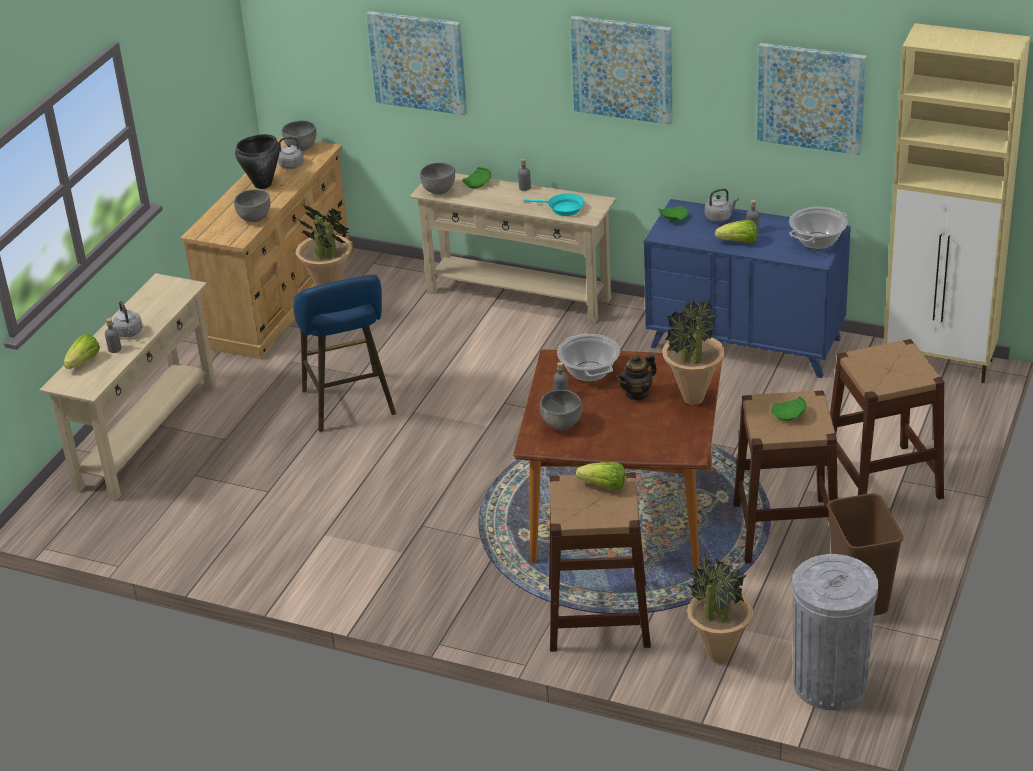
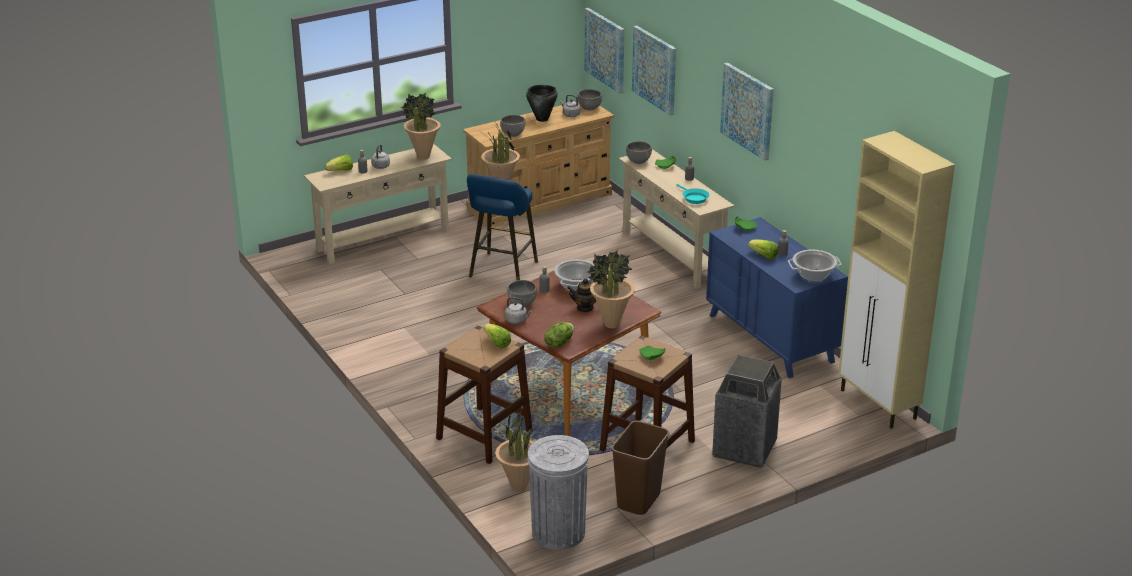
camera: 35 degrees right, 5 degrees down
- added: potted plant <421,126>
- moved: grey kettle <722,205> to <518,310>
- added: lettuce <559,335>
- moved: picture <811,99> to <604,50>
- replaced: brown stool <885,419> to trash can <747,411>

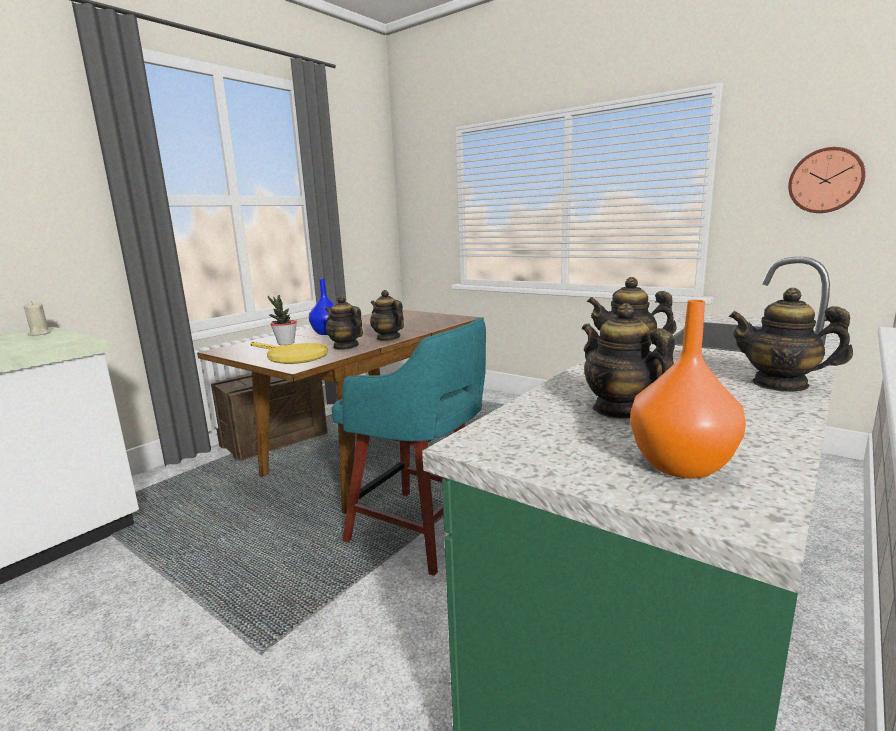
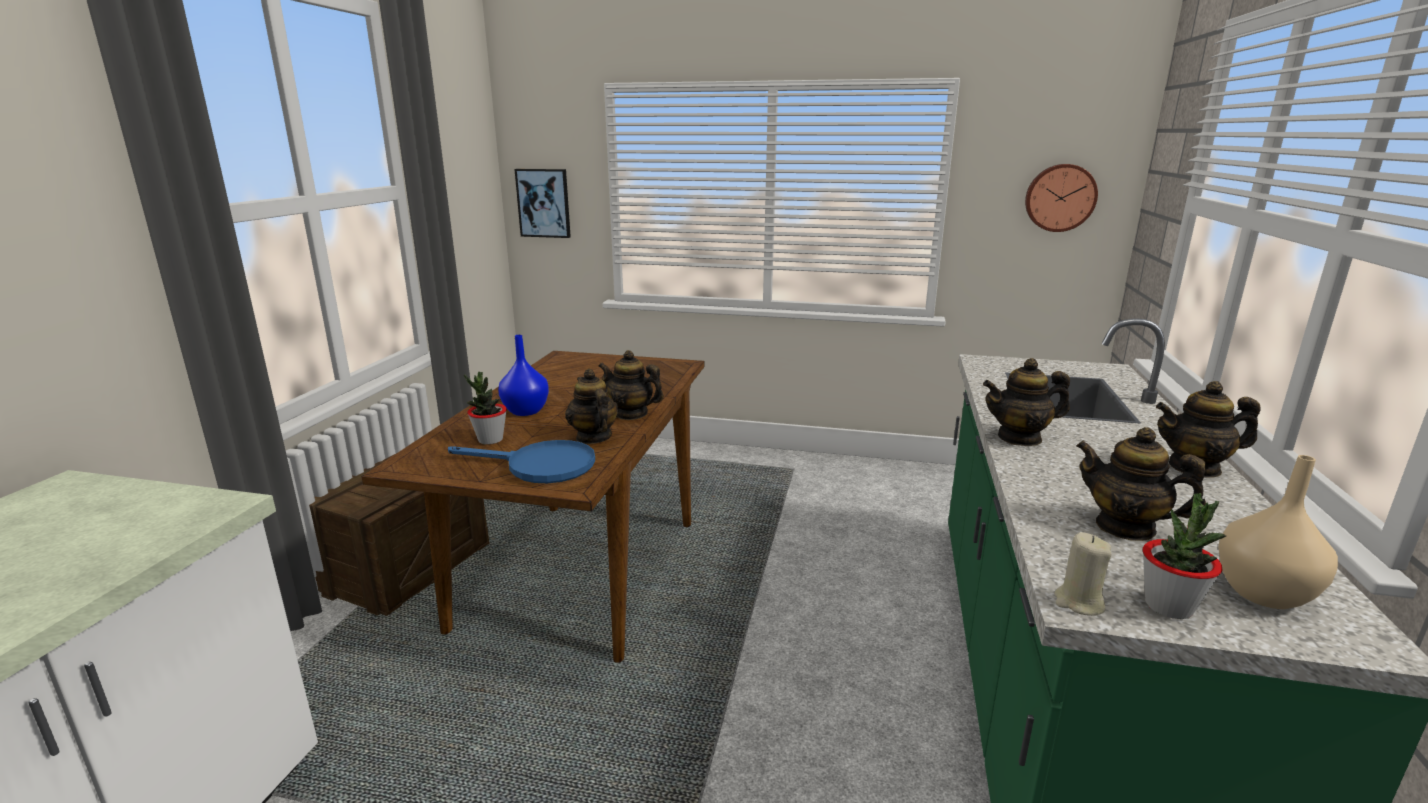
camera: 25 degrees left, 5 degrees up
- recoloured: yellow frying pan <289,353> to blue frying pan <521,461>
- added: picture <542,203>
- turned: teapot <344,323> = <591,406> 45 degrees clockwise
- moved: beige candle <37,318> to <1082,574>
- added: potted plant <1184,556>
- recoloured: orange vase <688,389> to beige vase <1278,532>
- removed: turquoise stool <408,447>

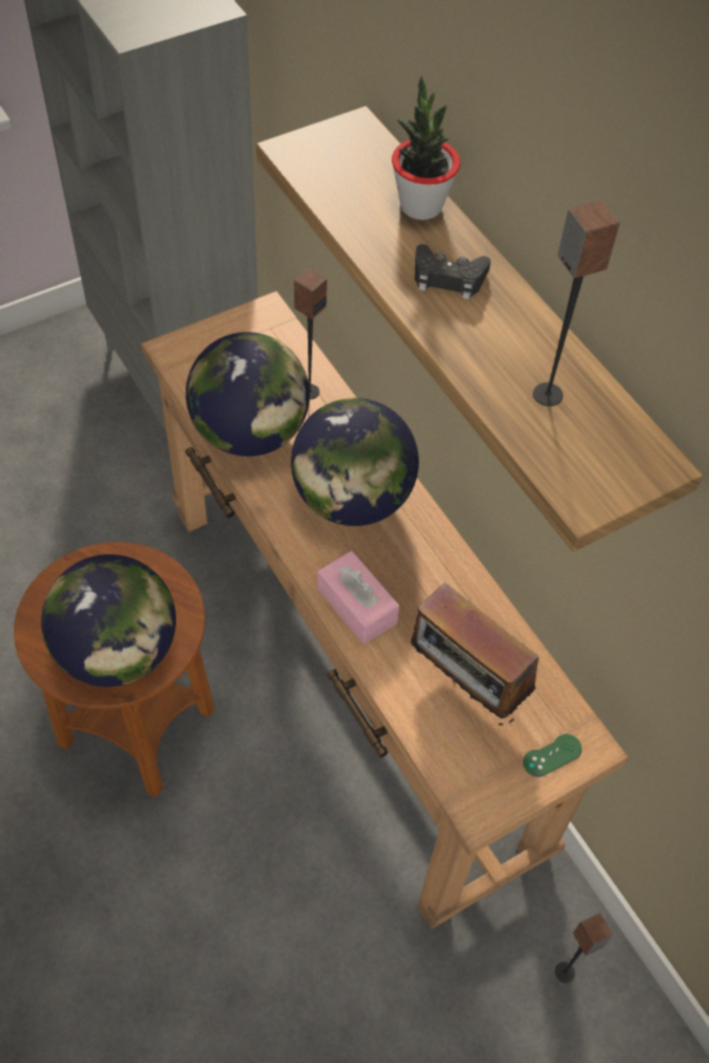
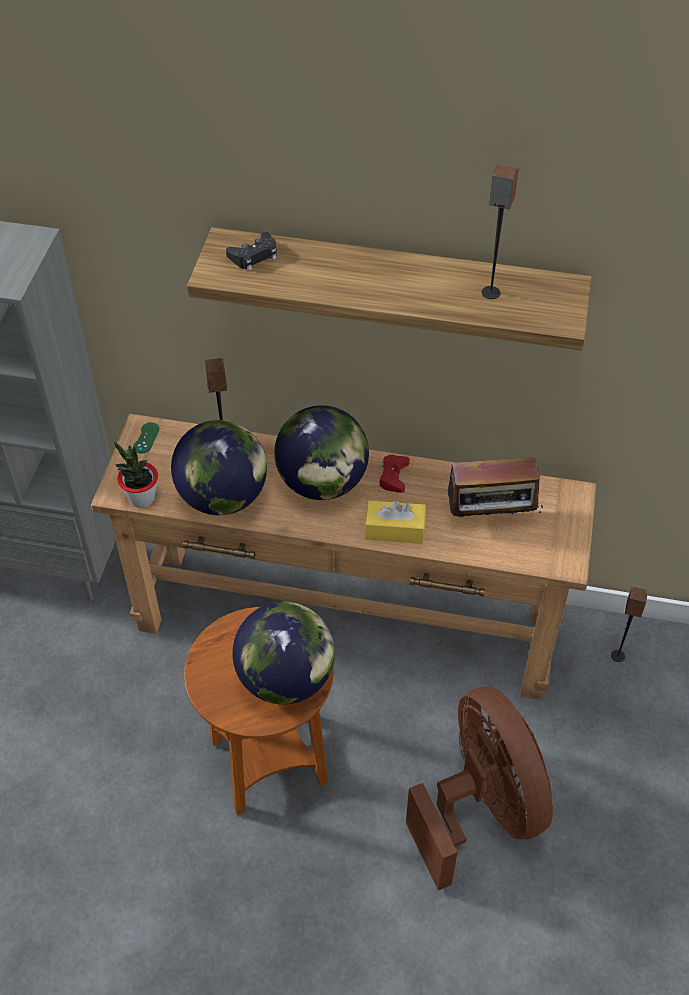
camera: 45 degrees left, 5 degrees down
- moved: potted plant <426,148> to <136,475>
- moved: green game controller <552,755> to <146,438>
- moved: black game controller <453,272> to <251,251>
- recoloured: pink tissue box <358,597> to yellow tissue box <395,522>
- added: red game controller <394,474>
- added: brown fan <479,788>

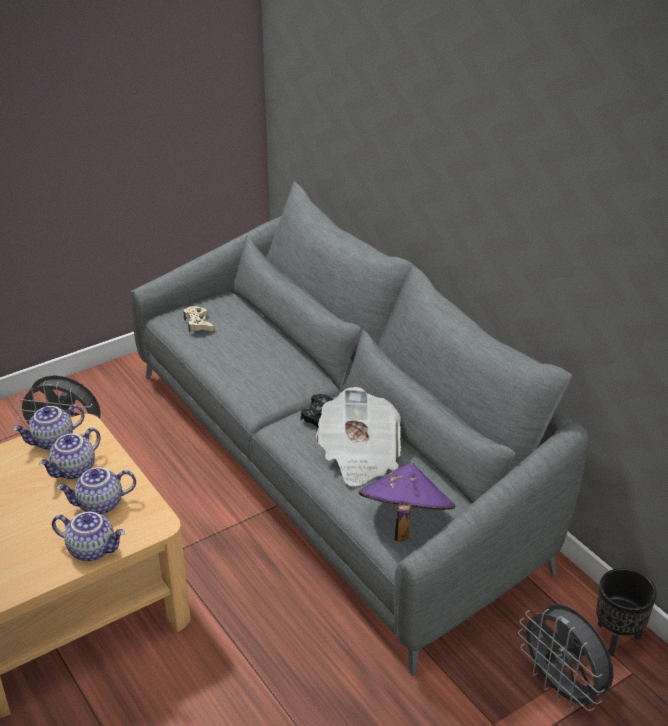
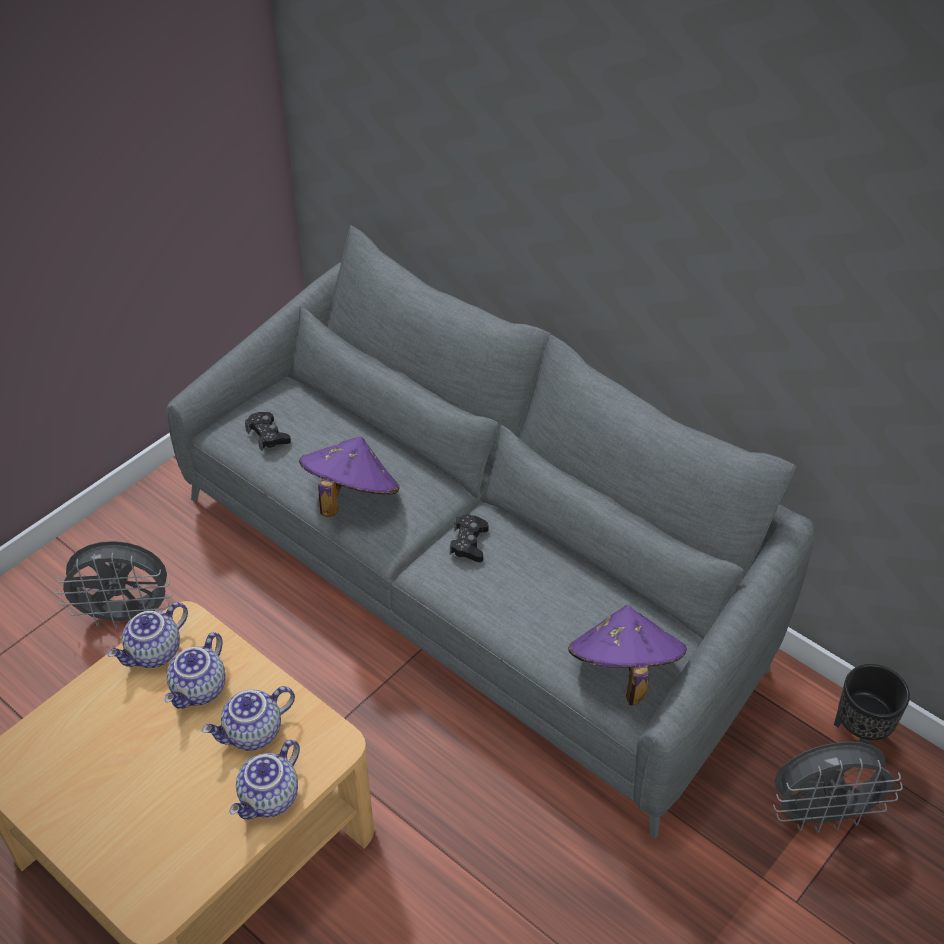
camera: 15 degrees left, 10 degrees up
- turned: teapot <88,536> = <264,780> 120 degrees clockwise
- recoloured: beige game controller <198,319> to black game controller <268,431>
- added: purple hat <349,476>
- turned: grey fan <566,657> = <838,787> 45 degrees counterclockwise
- removed: newspaper <358,437>

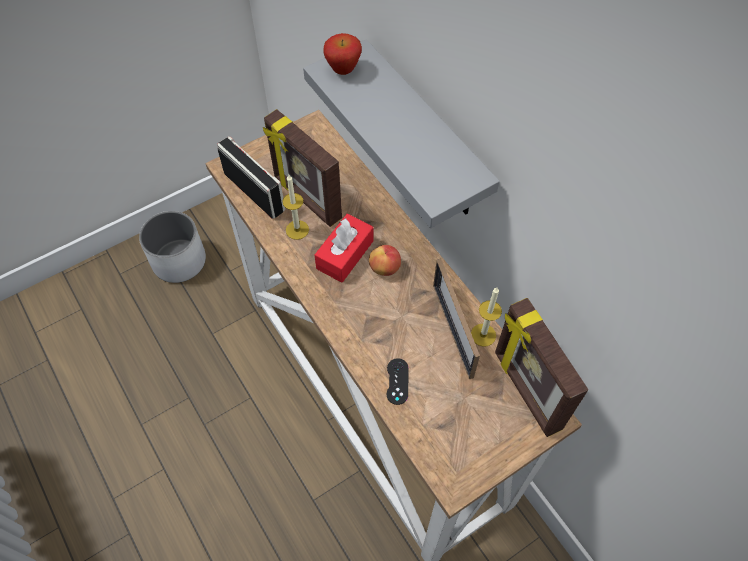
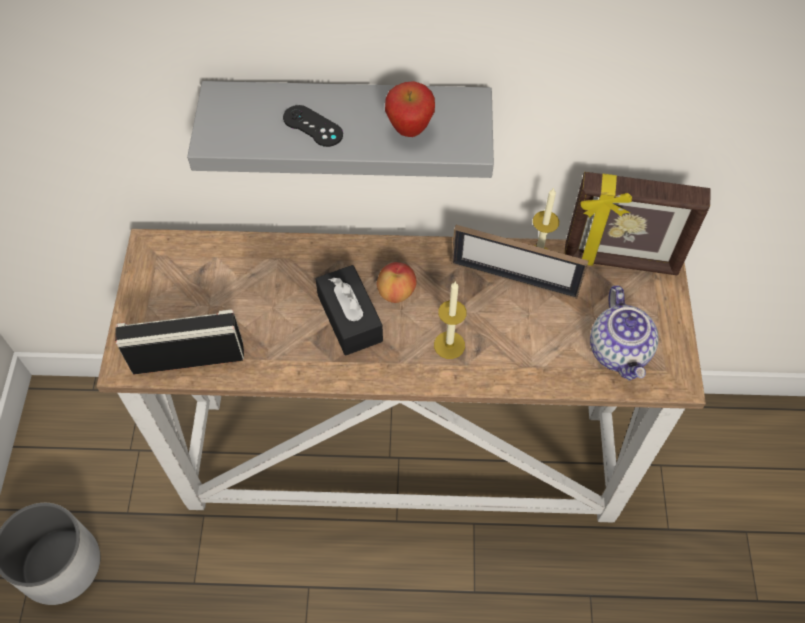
camera: 55 degrees left, 0 degrees up
- moved: black game controller <398,381> to <313,126>
- recoloured: red tissue box <344,248> to black tissue box <349,310>
- moved: apple <342,54> to <410,109>
- moved: candle <295,207> to <450,320>
- added: teapot <624,333>
- removed: picture frame <302,168>

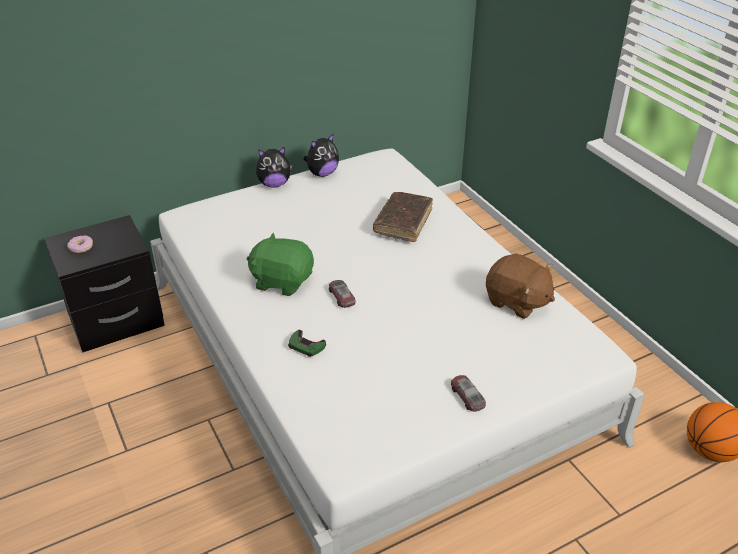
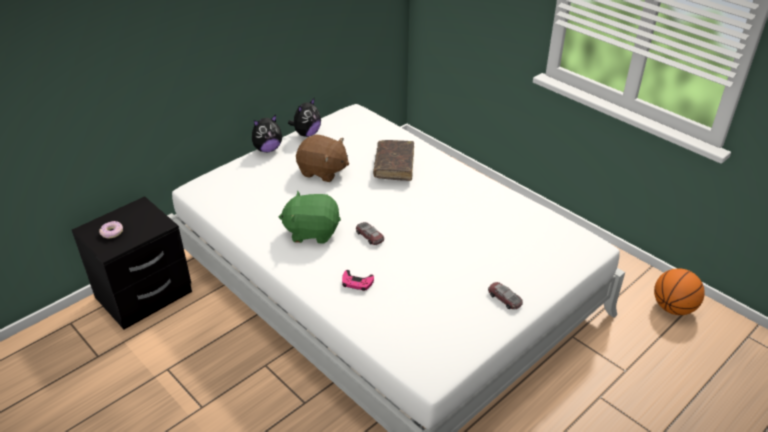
camera: 15 degrees left, 0 degrees up
- moved: brown plush toy <520,286> to <322,158>
- recoloured: green game controller <307,343> to pink game controller <358,280>

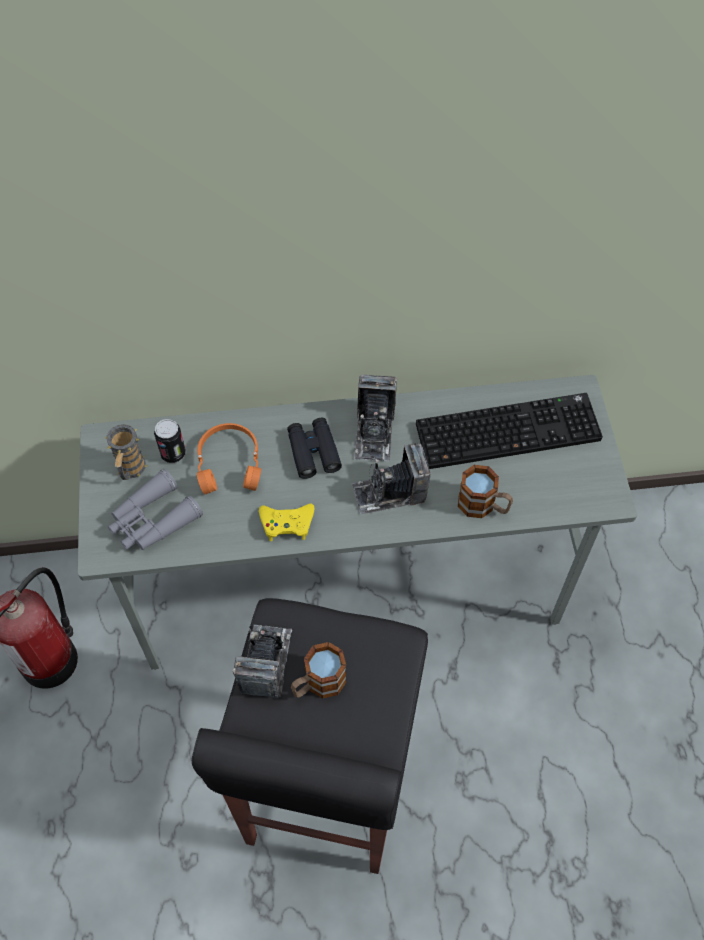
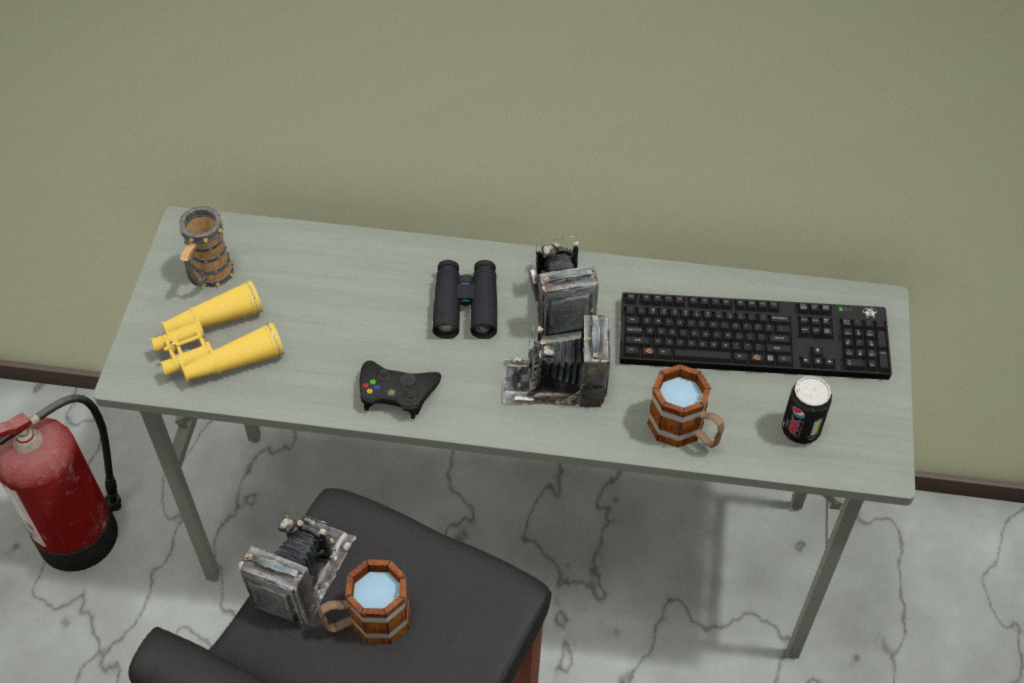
camera: 15 degrees right, 5 degrees down
- recoloured: grey binoculars <155,509> to yellow binoculars <217,331>
- recoloured: yellow game controller <286,522> to black game controller <400,389>
- turned: photo camera <375,418> = <562,286> 150 degrees clockwise
- moved: can <170,441> to <807,410>
- removed: orange headphones <229,459>

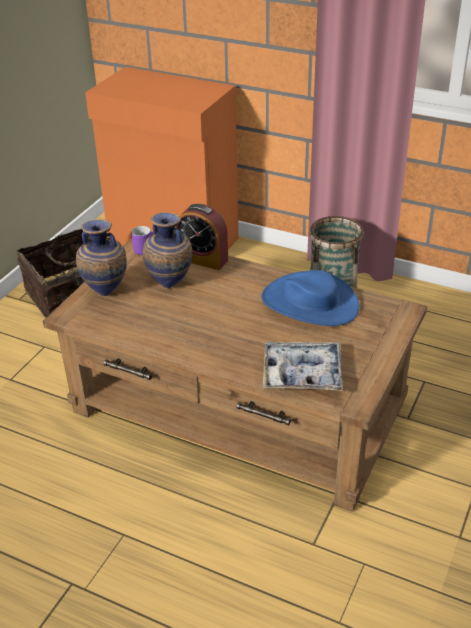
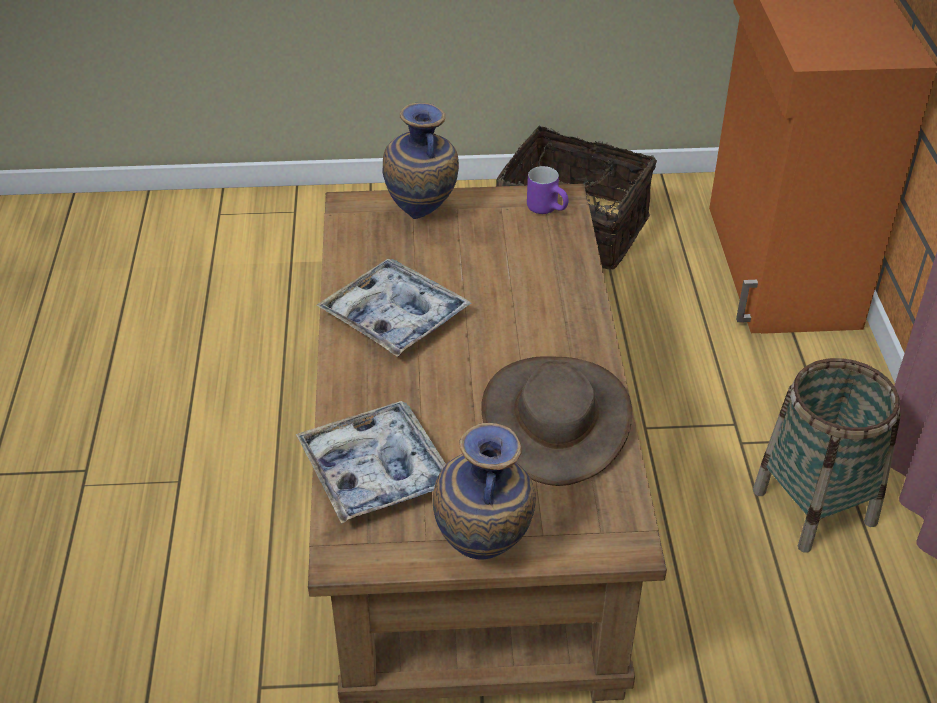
camera: 60 degrees right, 5 degrees up
- added: tray <394,308>
- moved: vase <167,250> to <484,491>
- recoloured: blue hat <310,298> to brown hat <556,421>
- removed: alarm clock <201,237>

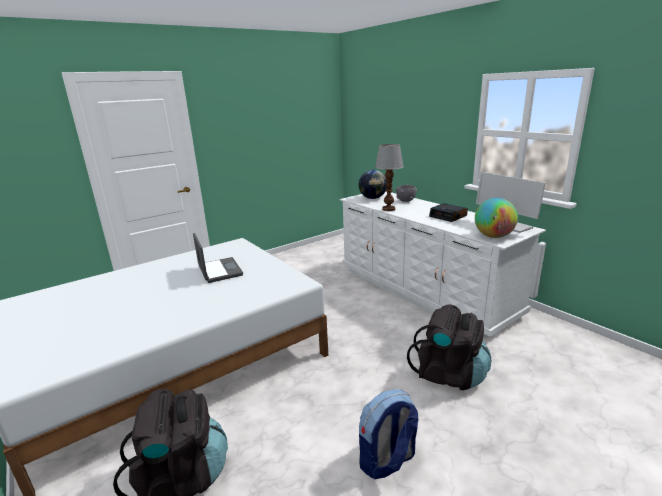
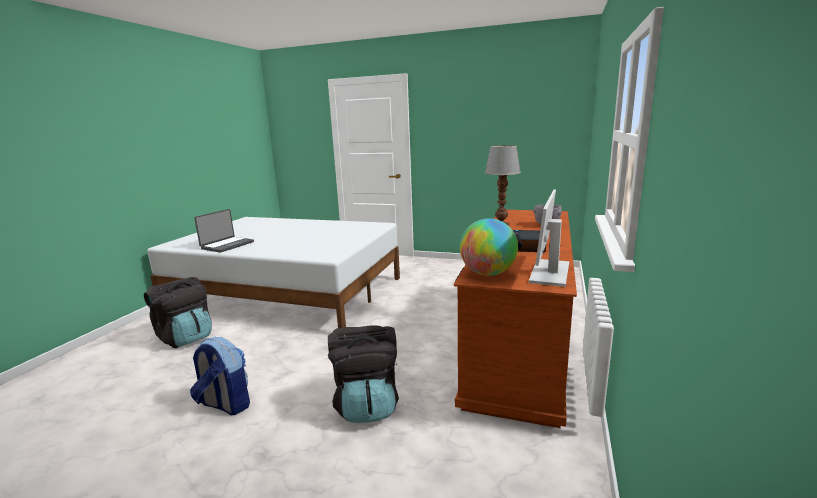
camera: 55 degrees right, 5 degrees down
- moved: laptop <218,258> to <224,231>
- recoloured: white dresser <443,265> to brown dresser <515,319>
- removed: globe <373,184>

